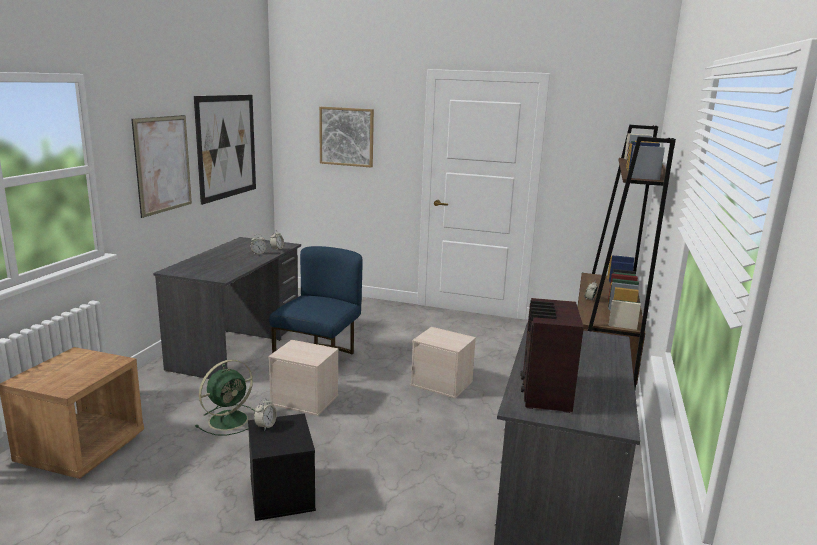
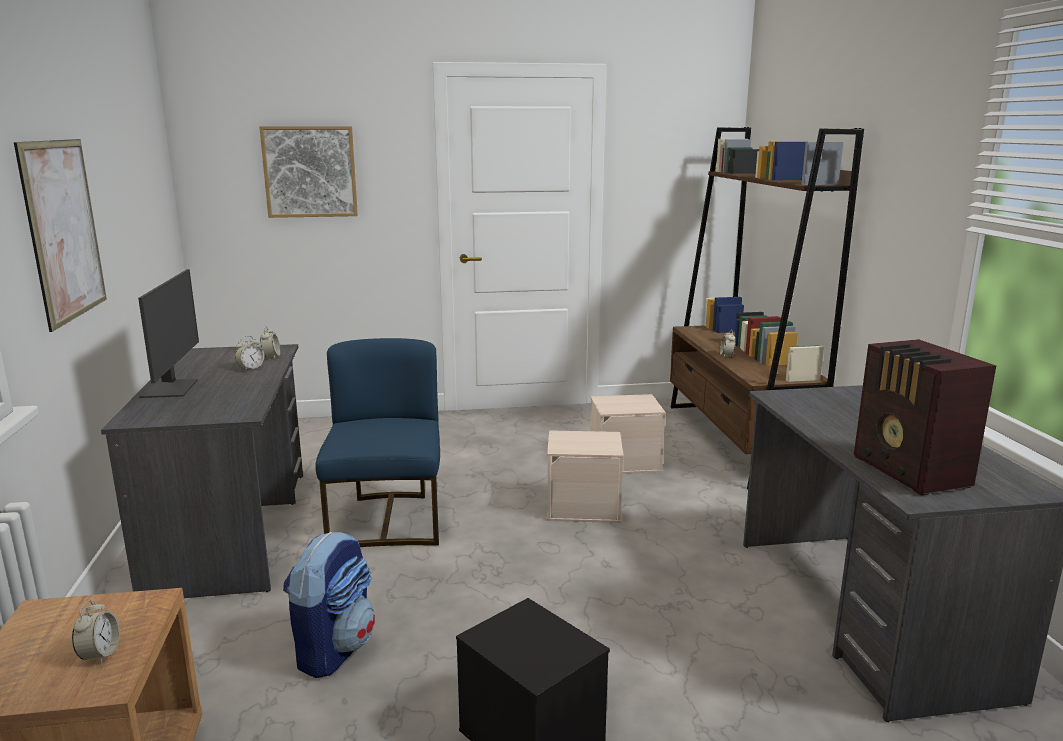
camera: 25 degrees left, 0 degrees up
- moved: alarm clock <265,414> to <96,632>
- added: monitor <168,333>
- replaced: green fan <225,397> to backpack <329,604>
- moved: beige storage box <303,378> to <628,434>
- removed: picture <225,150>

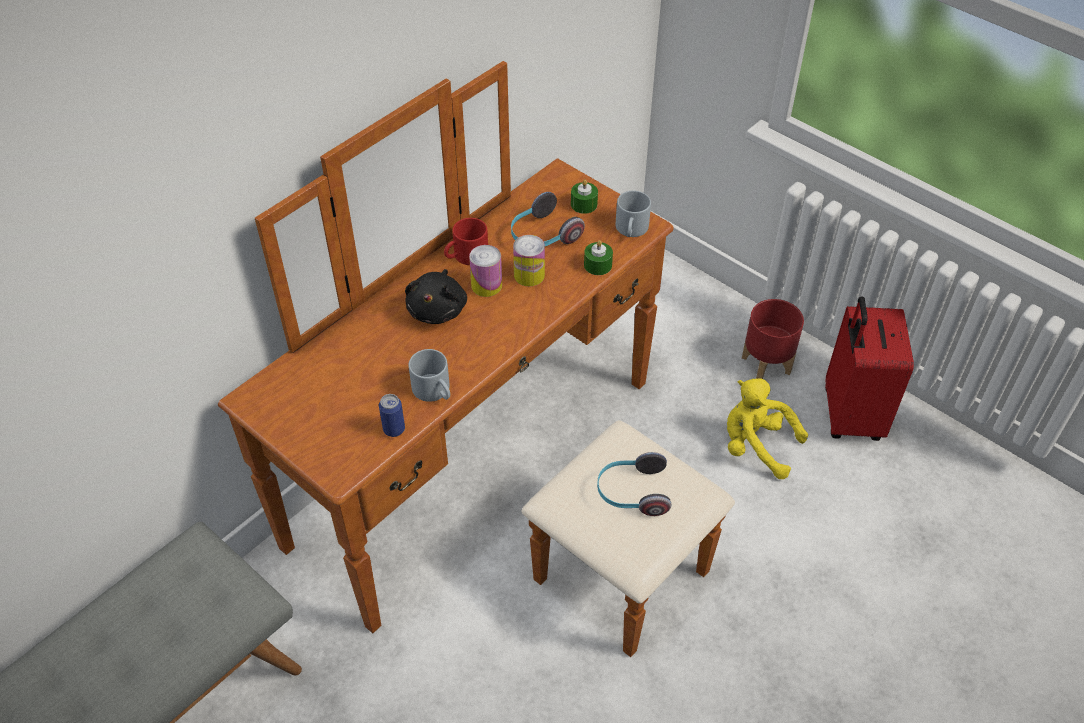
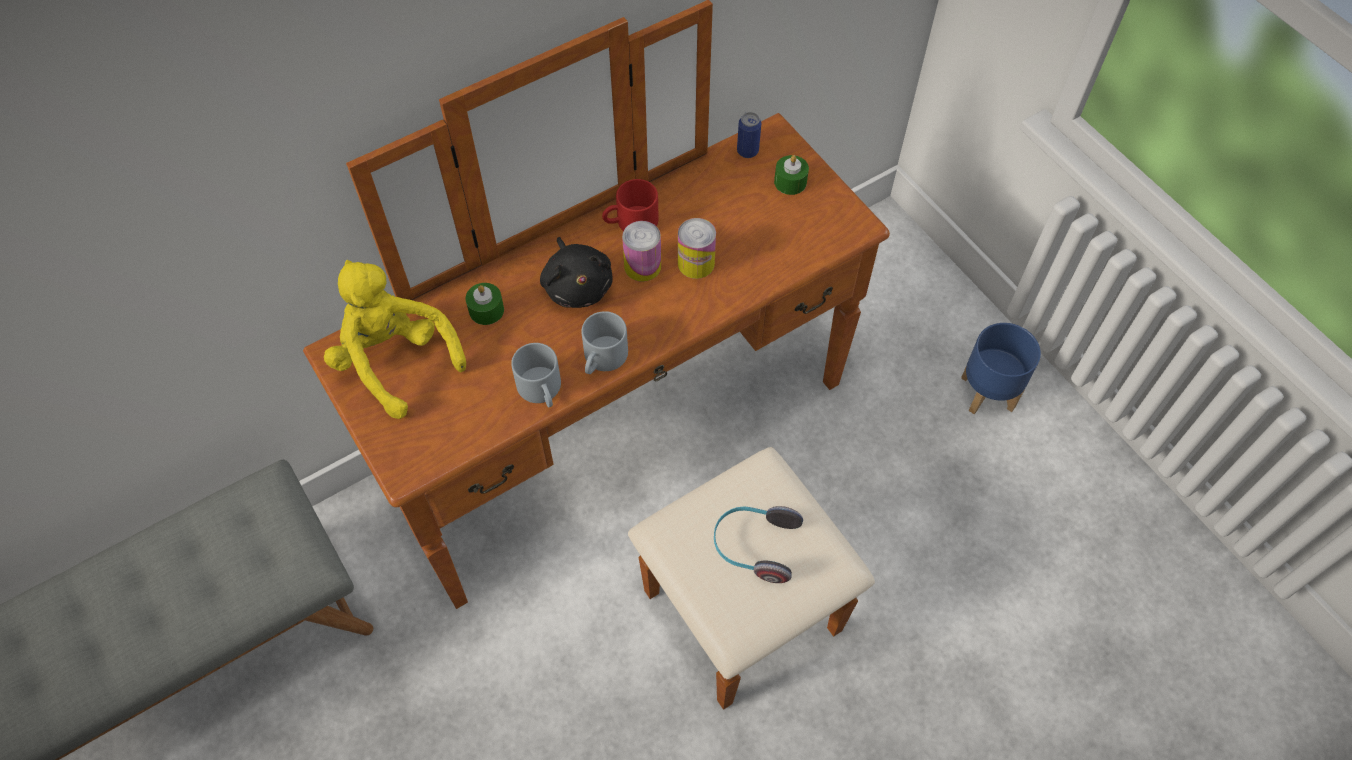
camera: 15 degrees right, 10 degrees up
- moved: yellow plush toy <767,429> to <395,339>
- moved: green candle <598,257> to <484,304>
- turned: black plush toy <436,296> = <576,272> 45 degrees counterclockwise
- moved: grey mug <633,214> to <605,342>
- moved: can <392,415> to <749,135>
- recoloured: red planter <773,339> to blue planter <1001,368>
- removed: headphones <548,219>
- removed: red suitcase <869,368>

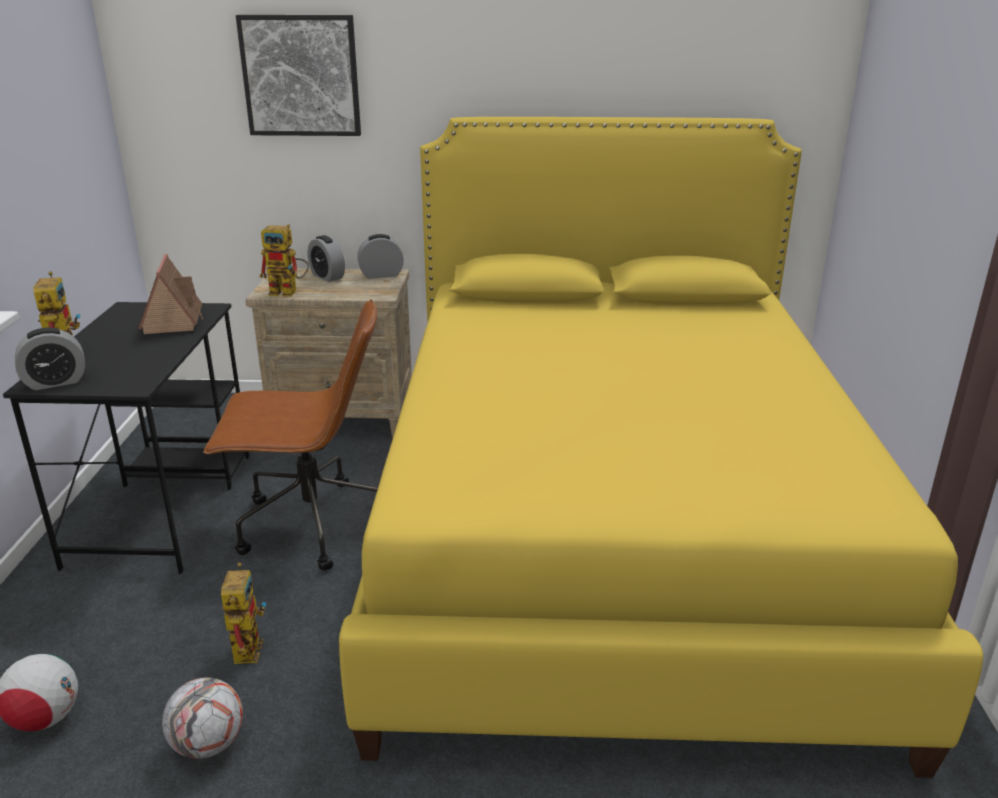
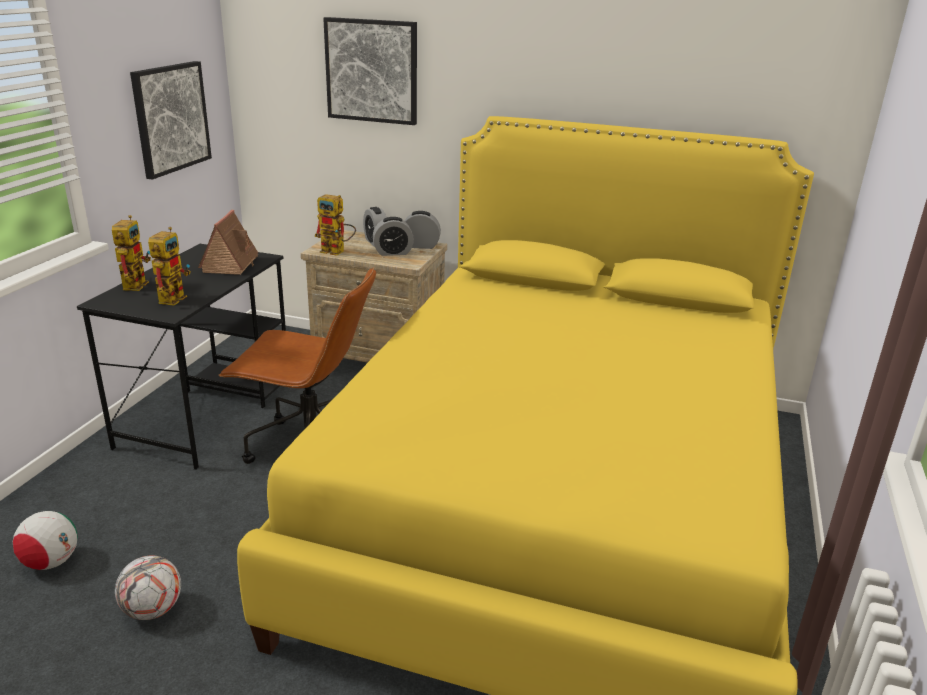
camera: 15 degrees right, 0 degrees up
- added: picture <171,120>
- moved: toy robot <243,613> to <169,266>
- moved: alarm clock <50,359> to <393,236>

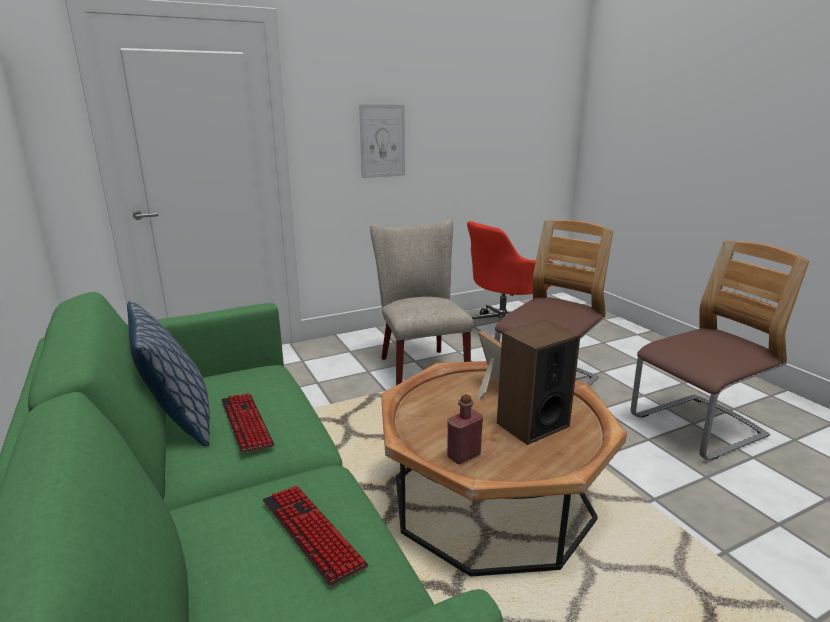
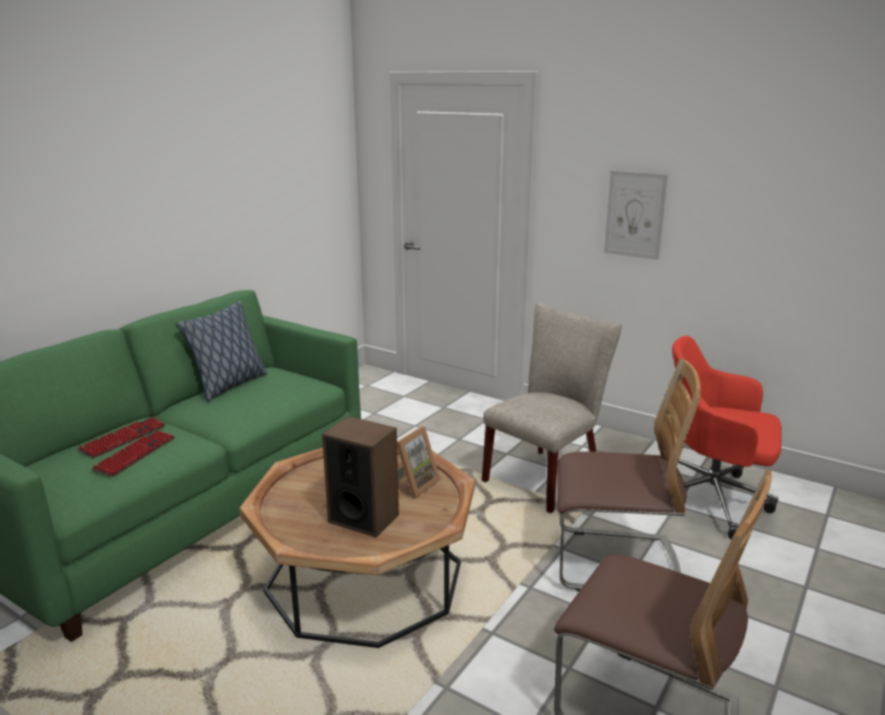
camera: 60 degrees right, 0 degrees up
- moved: keyboard <248,422> to <122,438>
- removed: red bottle <465,429>

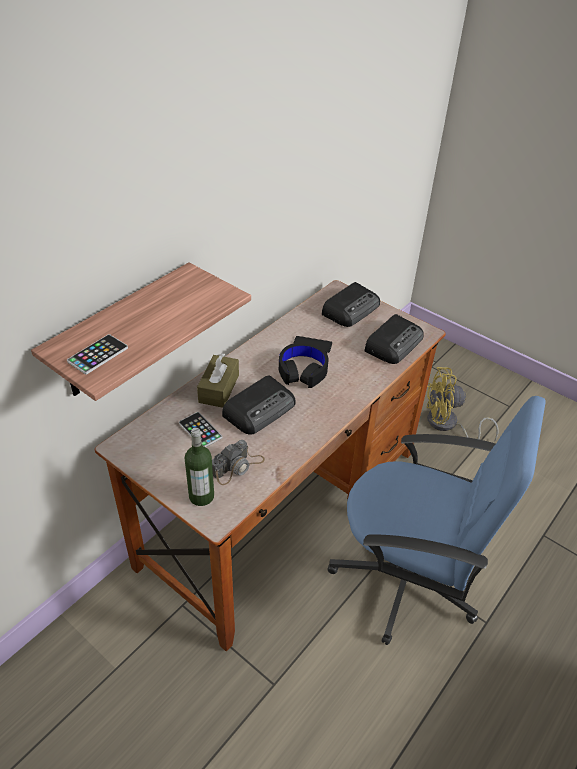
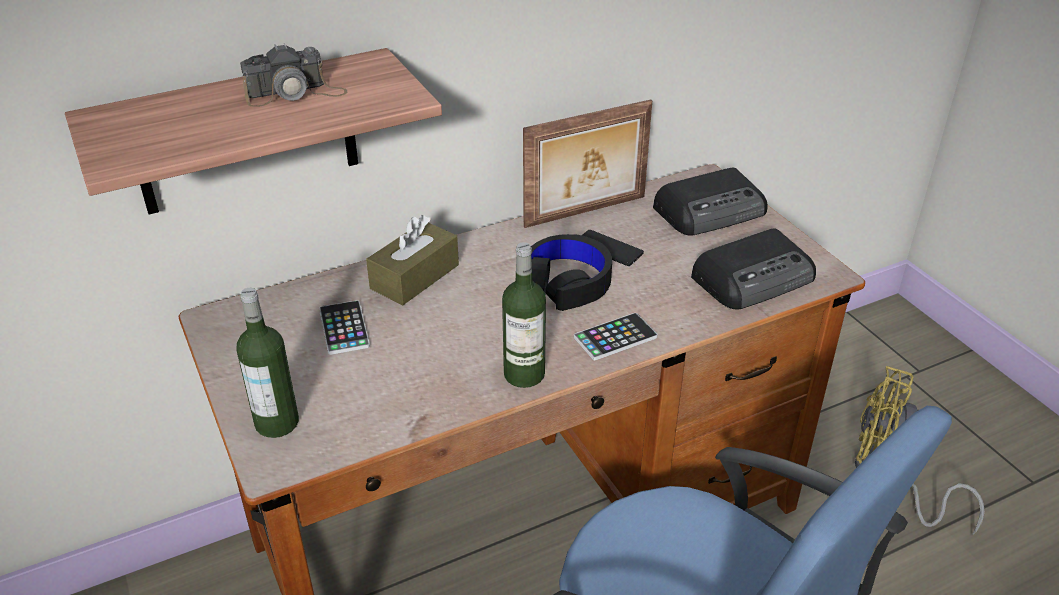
camera: 25 degrees right, 5 degrees down
- moved: photo camera <238,462> to <294,75>
- added: bottle <524,315>
- added: picture frame <587,163>
- moved: phone <97,354> to <615,336>
- removed: radio <259,405>

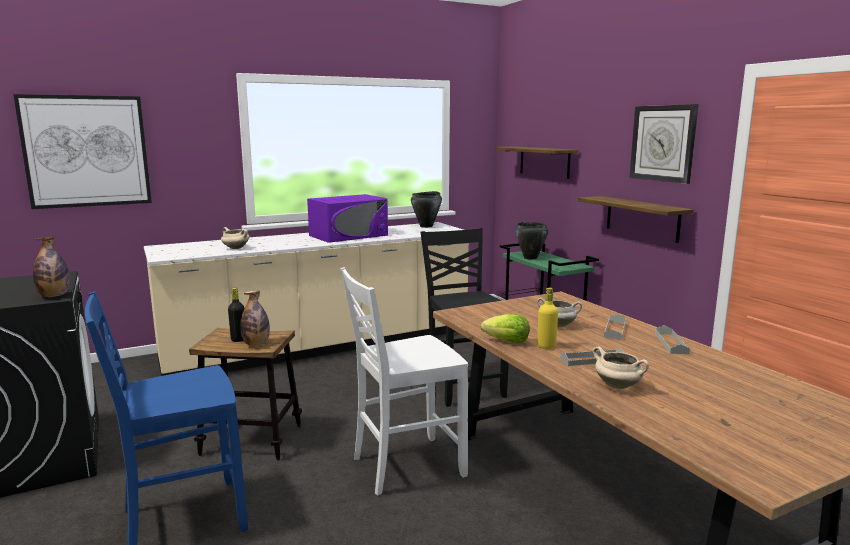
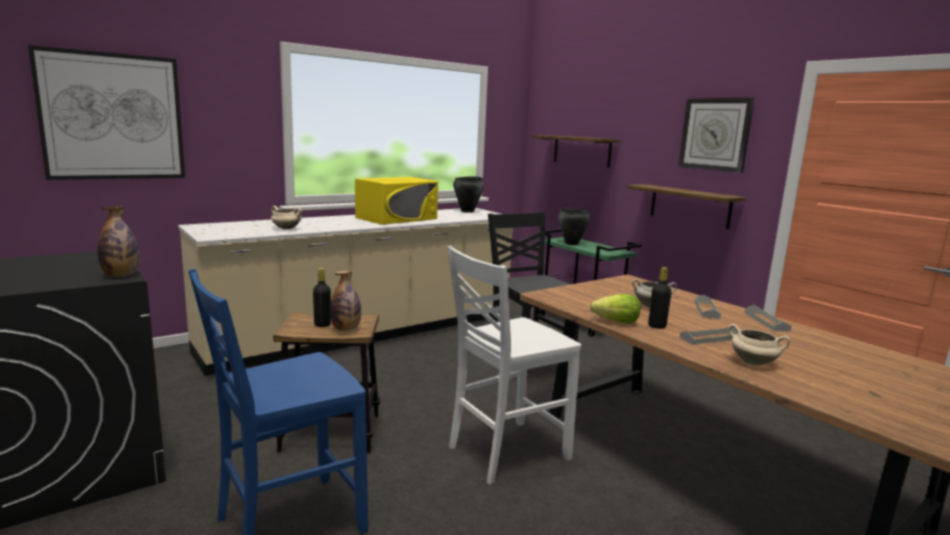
camera: 10 degrees left, 0 degrees up
- recoloured: purple microwave <347,218> to yellow microwave <396,201>
- recoloured: yellow bottle <547,318> to black bottle <660,298>

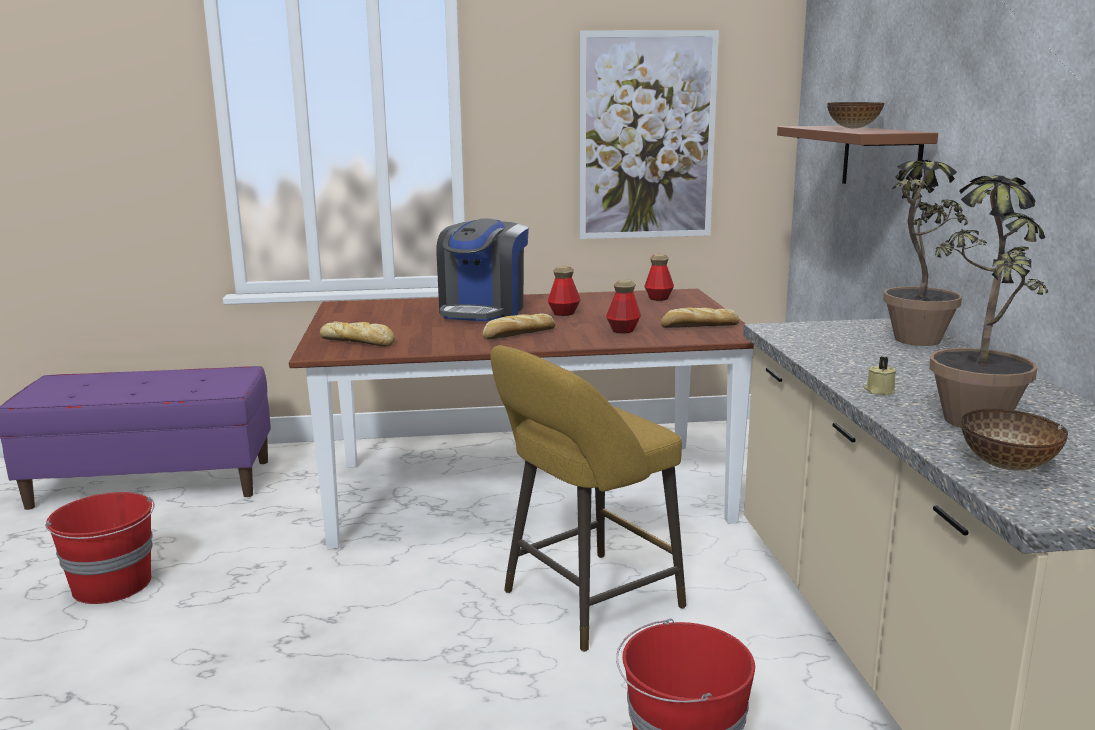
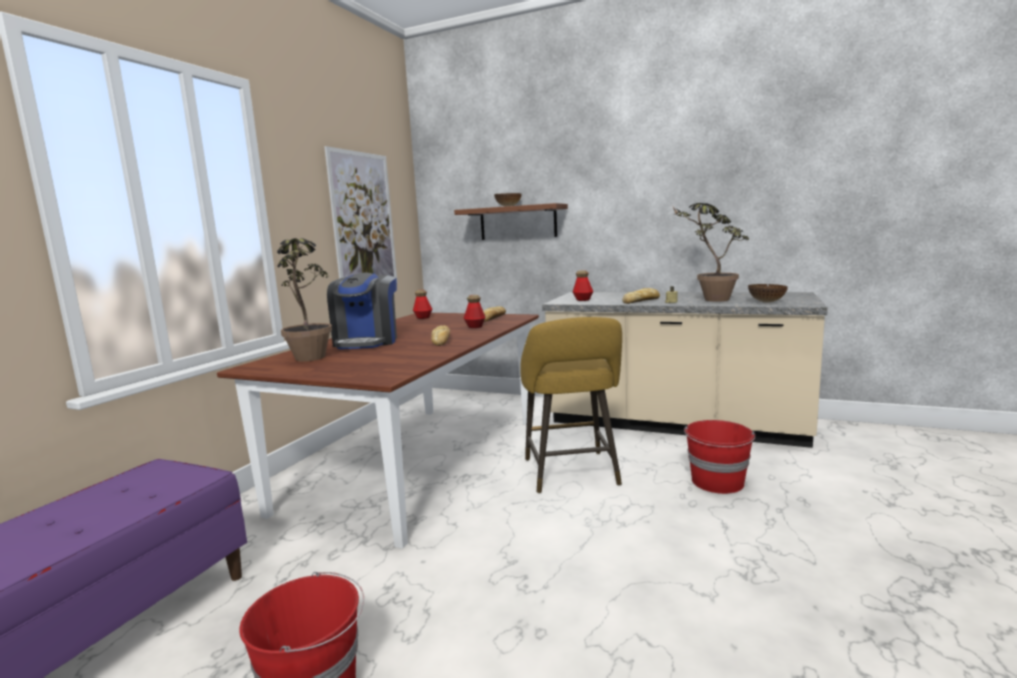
camera: 60 degrees left, 5 degrees down
- moved: potted plant <925,253> to <304,300>
- turned: coffee machine <482,269> = <362,311> 45 degrees clockwise
- moved: bottle <564,291> to <583,285>
- moved: bread <357,333> to <641,296>

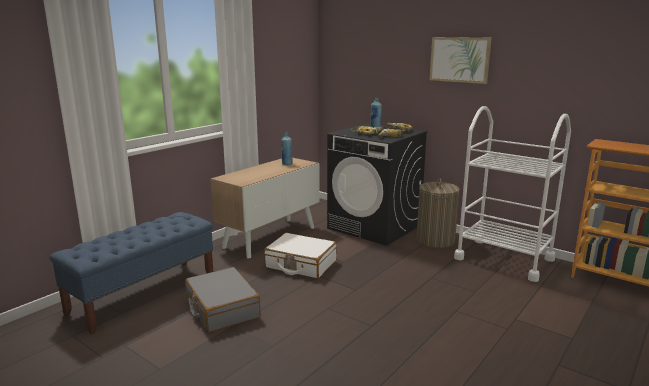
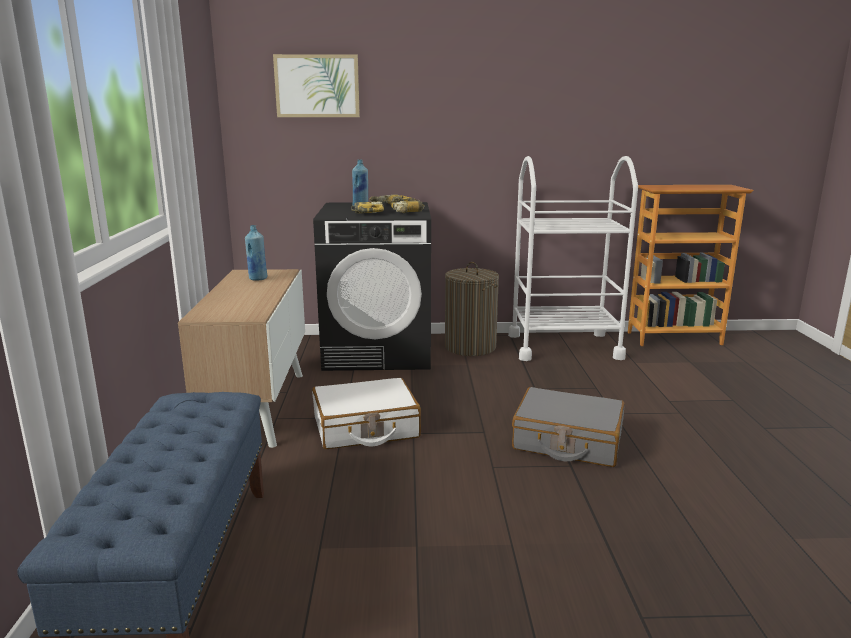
camera: 40 degrees left, 0 degrees up
- moved: picture <461,60> to <316,85>
- moved: grey suitcase <223,300> to <568,427>

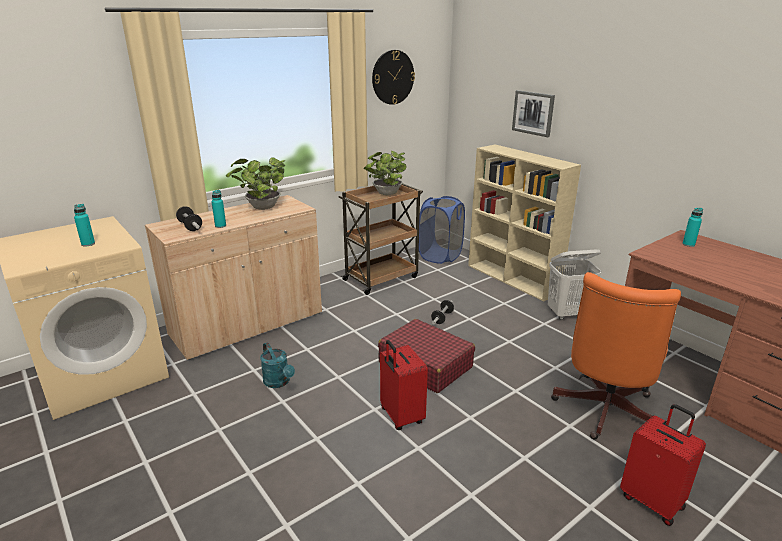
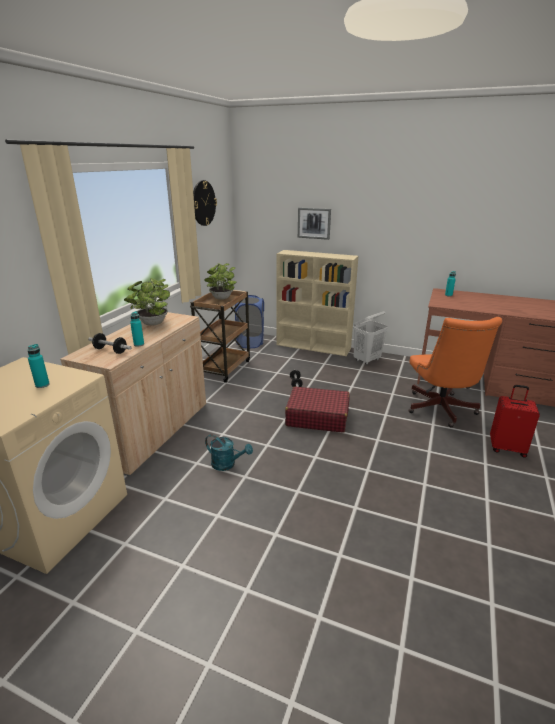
camera: 30 degrees left, 0 degrees up
- removed: red suitcase <404,385>

